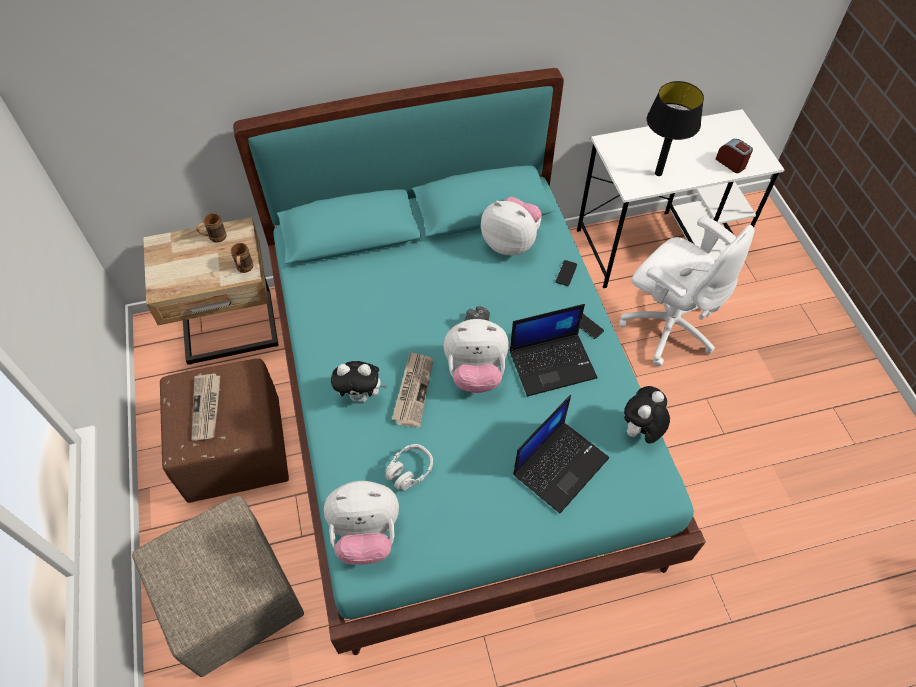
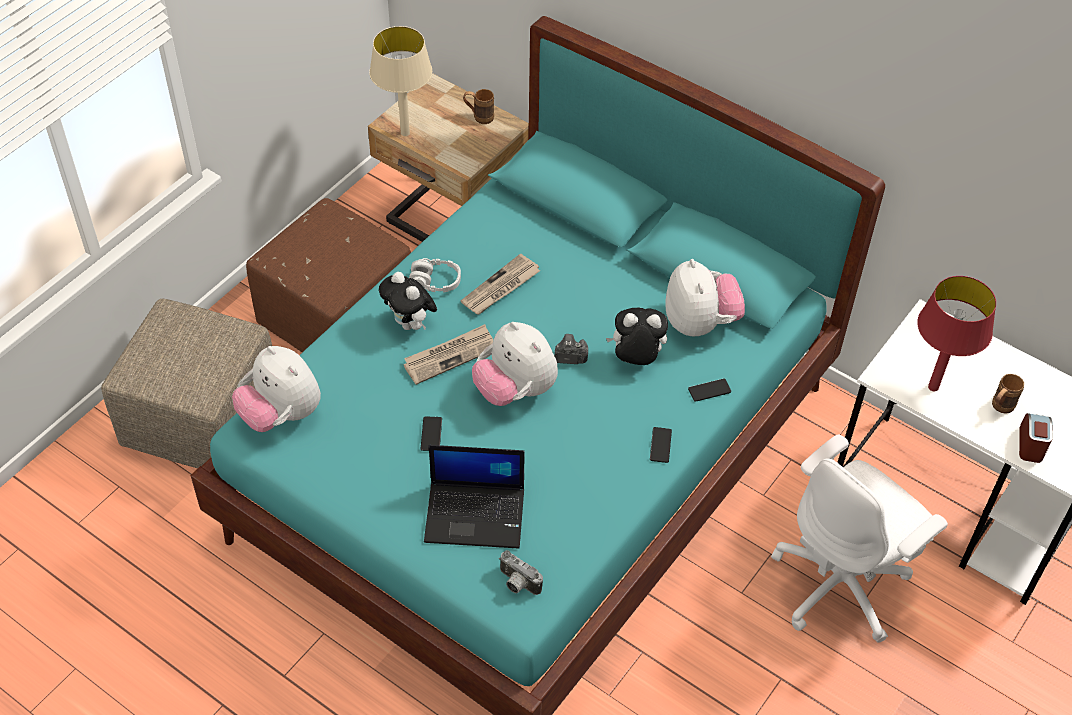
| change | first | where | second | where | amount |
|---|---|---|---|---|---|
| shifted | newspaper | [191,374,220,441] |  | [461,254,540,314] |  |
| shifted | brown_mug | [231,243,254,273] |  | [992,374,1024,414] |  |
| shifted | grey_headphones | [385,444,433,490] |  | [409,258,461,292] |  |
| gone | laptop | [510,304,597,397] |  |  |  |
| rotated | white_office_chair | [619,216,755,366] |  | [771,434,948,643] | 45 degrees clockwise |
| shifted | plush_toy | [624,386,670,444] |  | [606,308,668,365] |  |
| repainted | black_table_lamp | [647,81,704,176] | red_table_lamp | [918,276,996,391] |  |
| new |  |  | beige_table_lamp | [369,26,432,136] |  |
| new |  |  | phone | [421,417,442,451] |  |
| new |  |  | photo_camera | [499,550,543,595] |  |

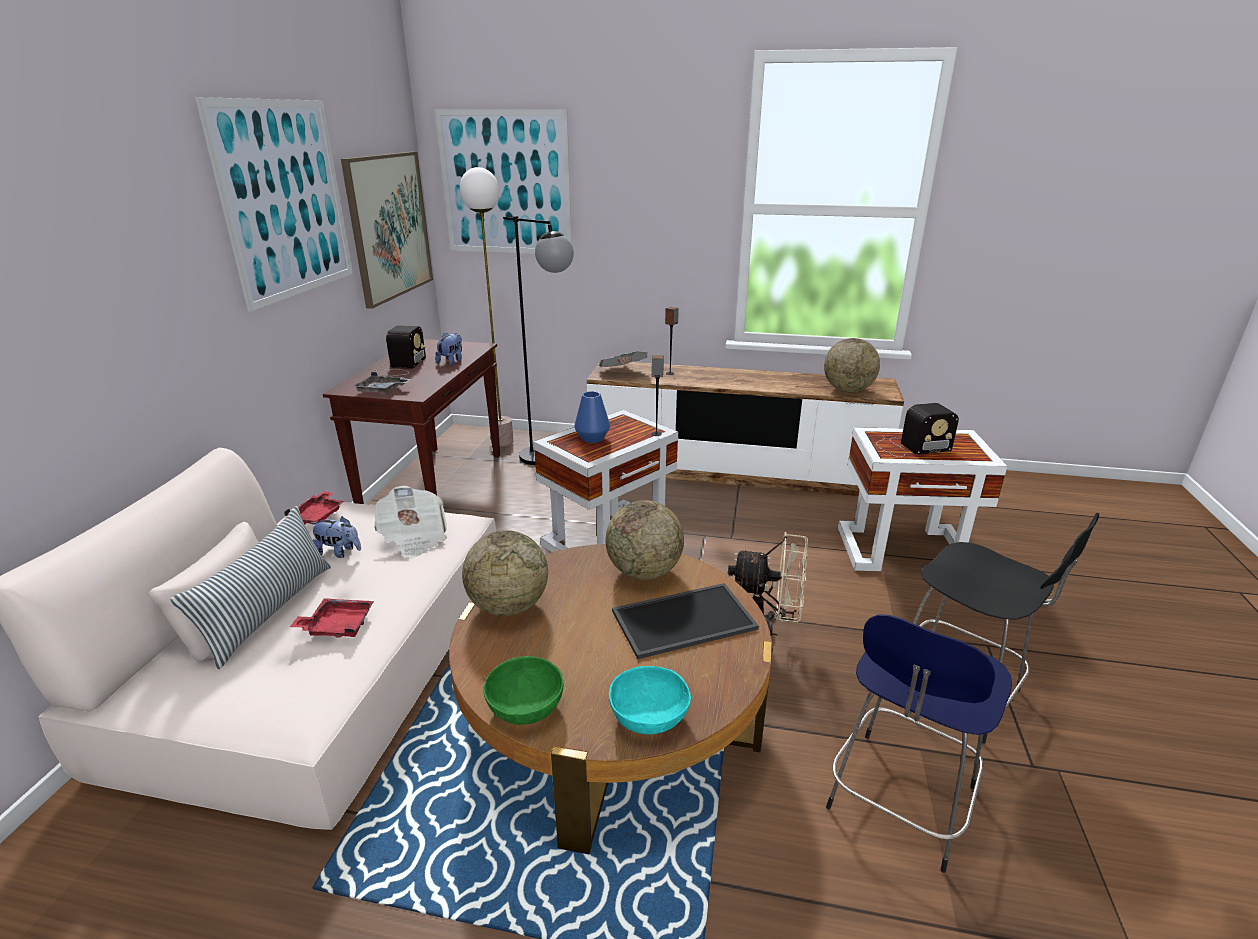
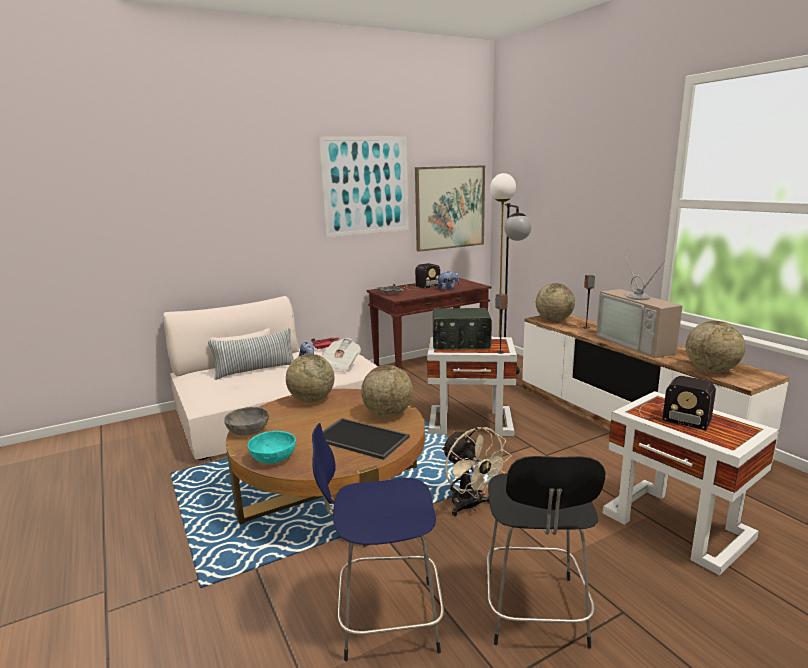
| change | first | where | second | where | amount |
|---|---|---|---|---|---|
| gone | red_tray | [290,598,374,637] |  |  |  |
| gone | picture | [435,109,572,254] |  |  |  |
| repainted | green_bowl | [483,656,564,725] | grey_bowl | [224,407,269,435] |  |
| swapped | blue_vase | [574,391,610,443] | radio | [433,308,492,350] |  |
| swapped | newspaper | [599,352,647,367] | globe | [536,283,575,321] |  |
| new |  |  | television | [596,253,683,358] |  |

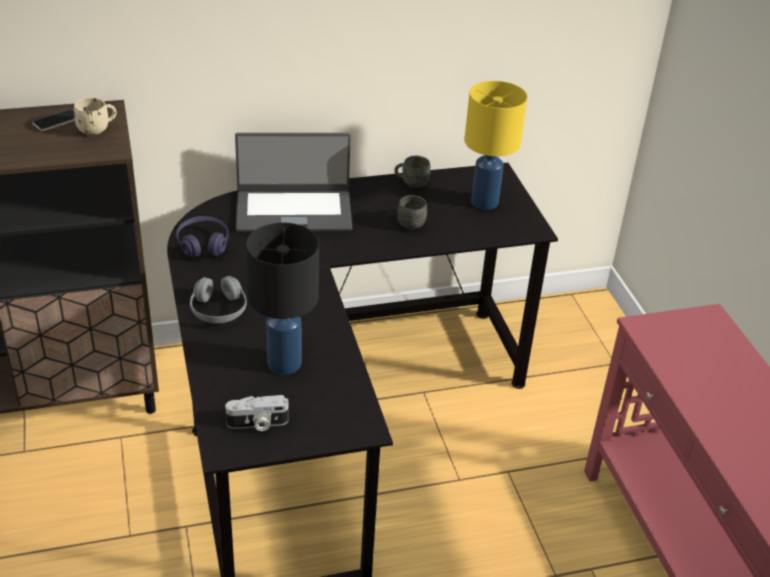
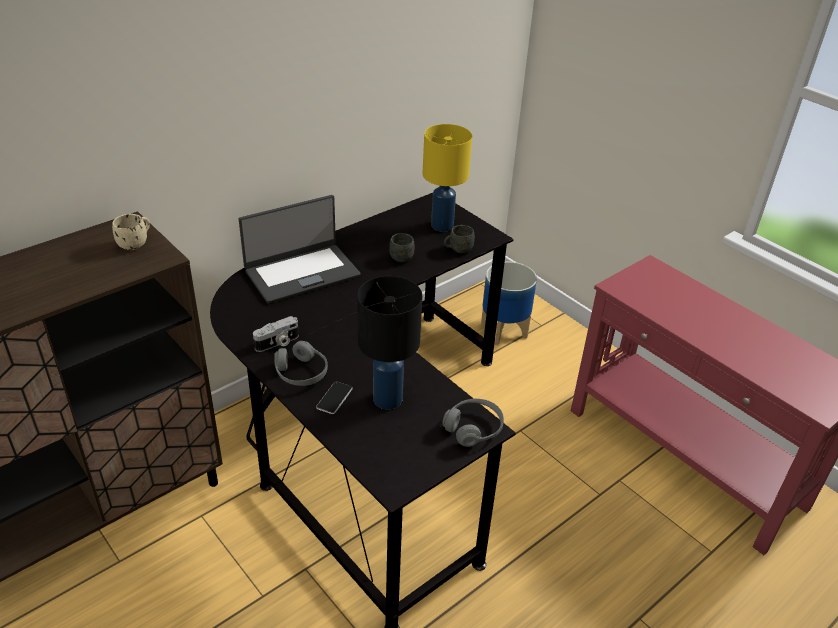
| change | first | where | second | where | amount |
|---|---|---|---|---|---|
| shifted | phone | [32,109,75,131] |  | [316,381,353,414] |  |
| gone | purple_headphones | [176,216,229,258] |  |  |  |
| shifted | photo_camera | [225,395,289,431] |  | [253,316,299,352] |  |
| shifted | grey_mug | [394,156,431,188] |  | [444,225,475,253] |  |
| new |  |  | grey_headphones | [442,399,504,447] |  |
| new |  |  | planter | [481,262,537,346] |  |

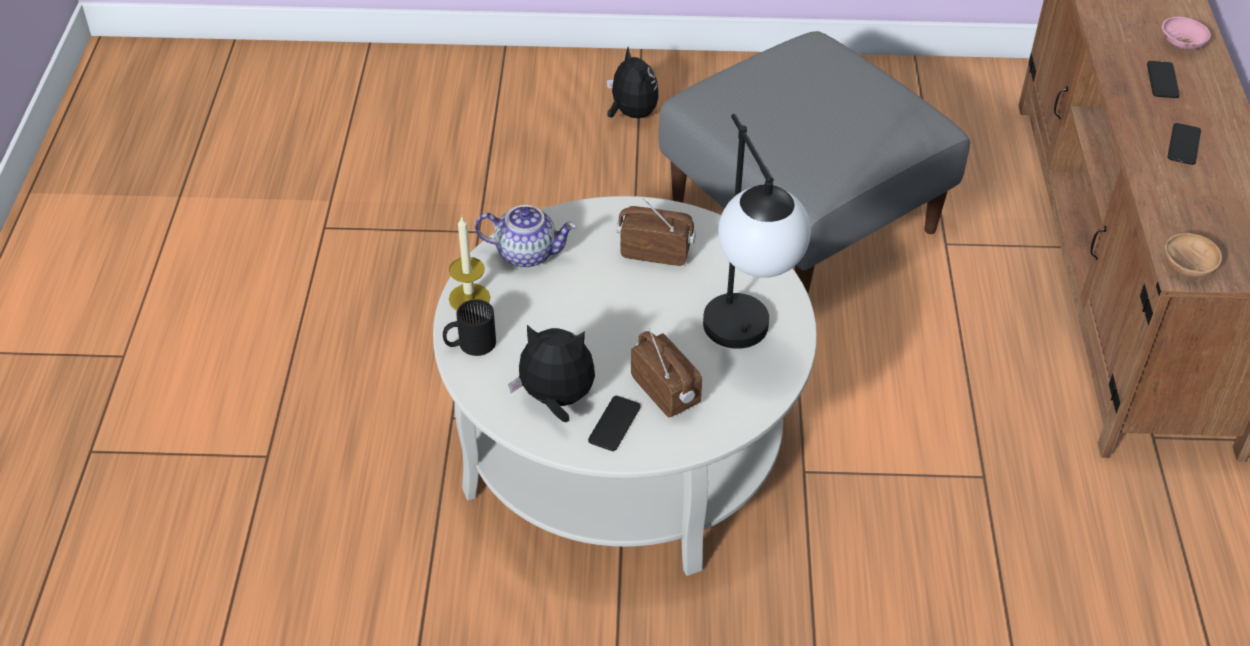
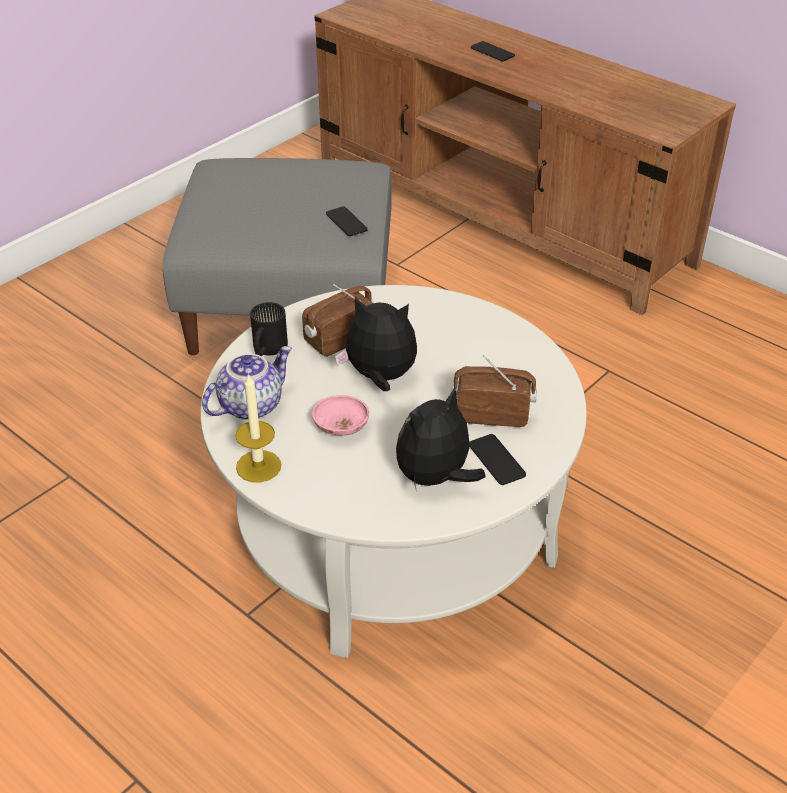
| change | first | where | second | where | amount |
|---|---|---|---|---|---|
| shifted | black_mug | [443,299,496,356] |  | [250,302,288,356] |  |
| shifted | plush_toy | [607,46,659,118] |  | [335,297,417,391] |  |
| gone | table_lamp | [703,114,811,349] |  |  |  |
| shifted | pink_bowl | [1162,17,1211,50] |  | [312,395,369,436] |  |
| gone | brown_bowl | [1164,233,1222,277] |  |  |  |
| shifted | phone | [1168,123,1201,165] |  | [326,206,368,236] |  |

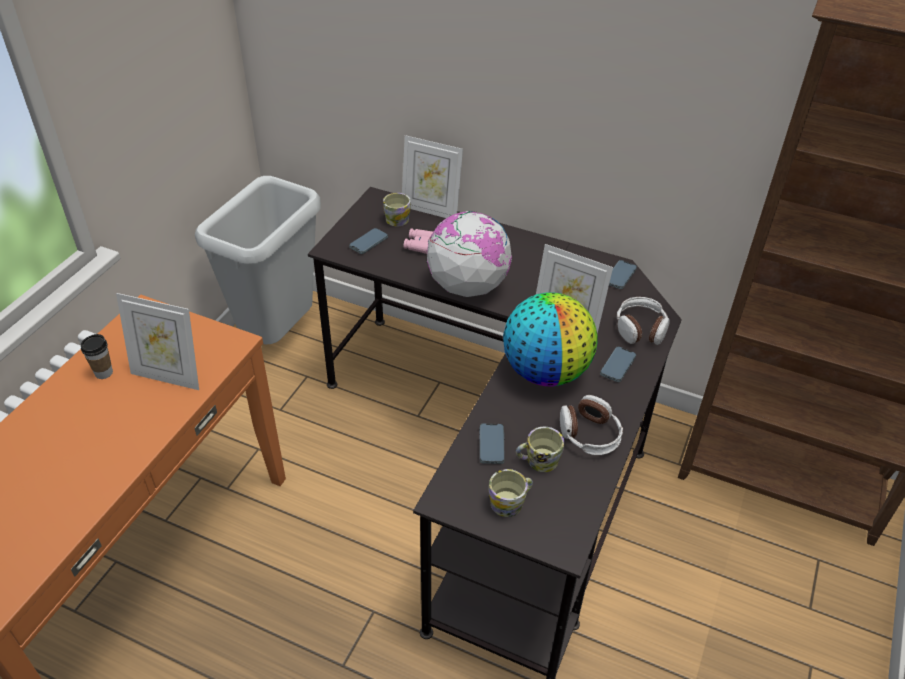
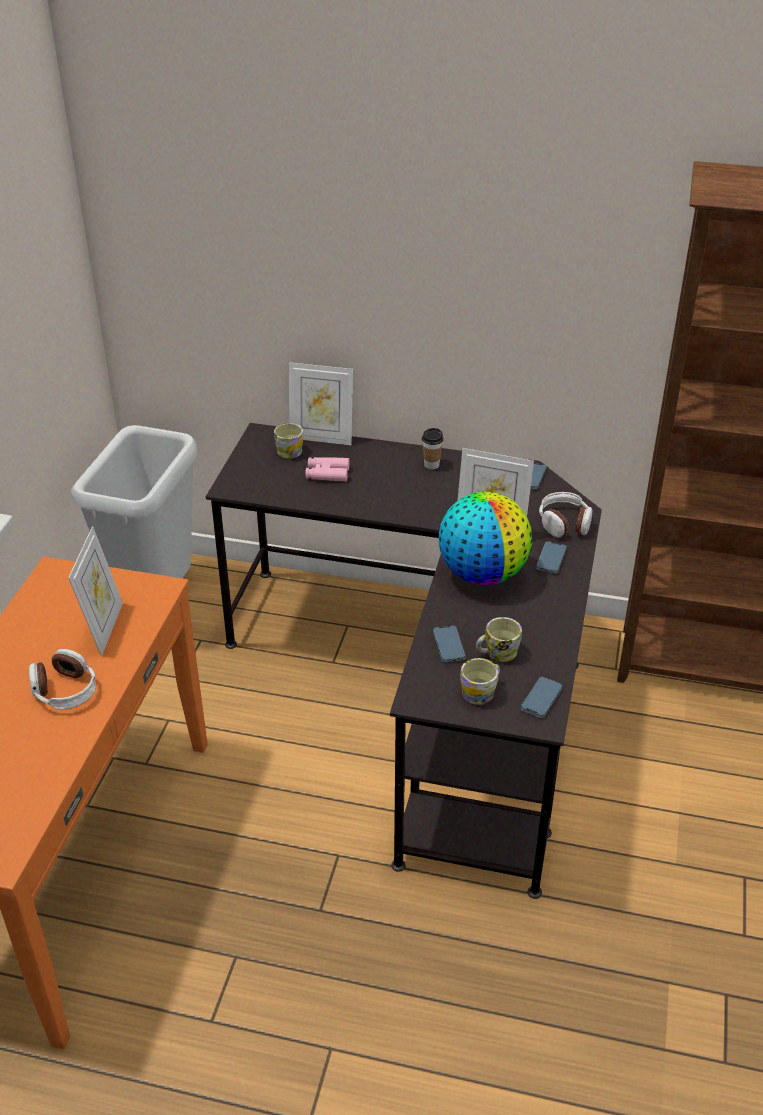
| change | first | where | second | where | amount |
|---|---|---|---|---|---|
| shifted | cup | [81,334,113,379] |  | [422,428,443,469] |  |
| rotated | picture_frame | [116,293,199,390] |  | [68,526,123,656] | 90 degrees counterclockwise |
| shifted | phone | [349,228,388,254] |  | [521,677,563,718] |  |
| gone | globe | [427,211,512,297] |  |  |  |
| shifted | headphones | [560,395,623,455] |  | [29,649,96,710] |  |

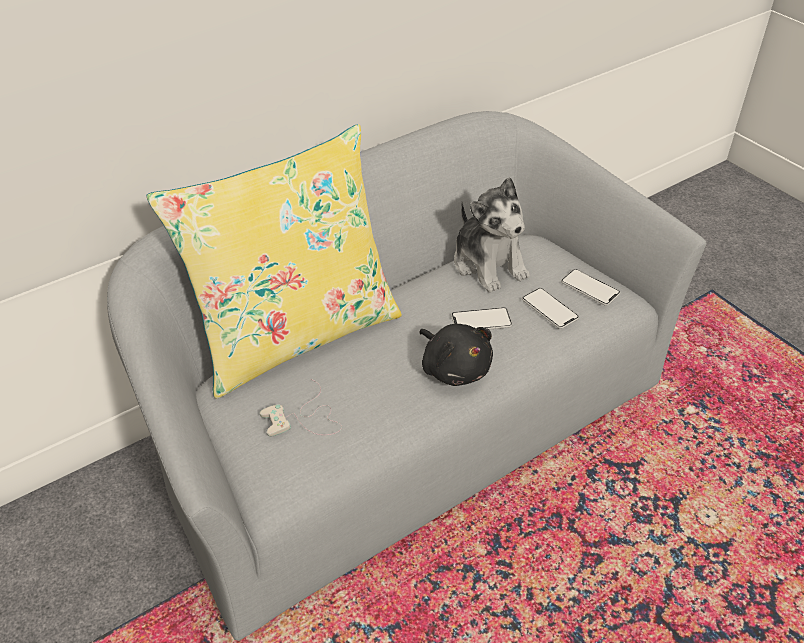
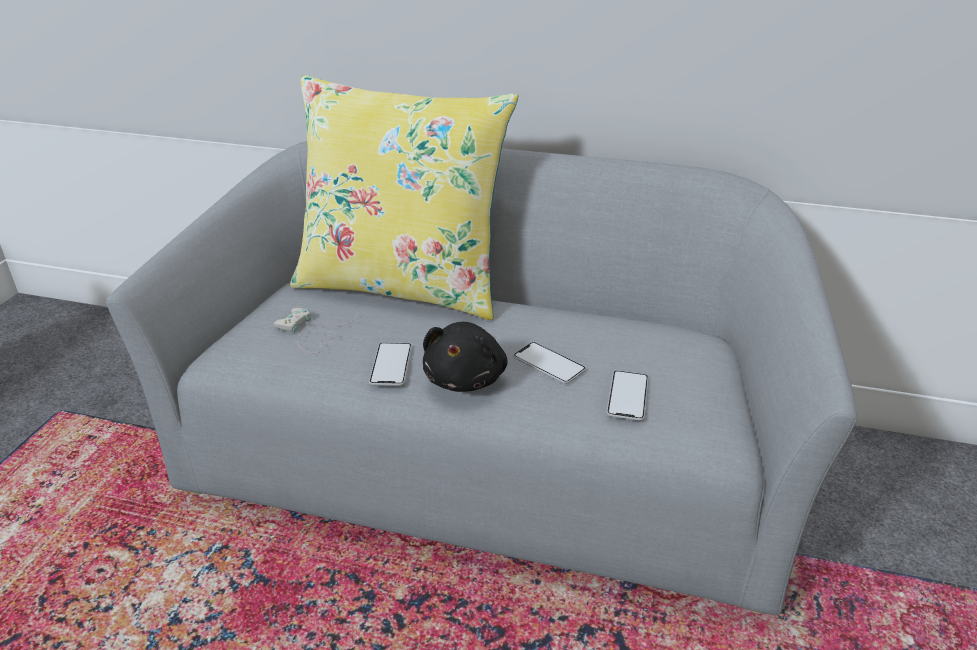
| change | first | where | second | where | amount |
|---|---|---|---|---|---|
| gone | plush_toy | [454,177,530,293] |  |  |  |
| shifted | phone | [561,269,620,306] |  | [369,343,412,386] |  |

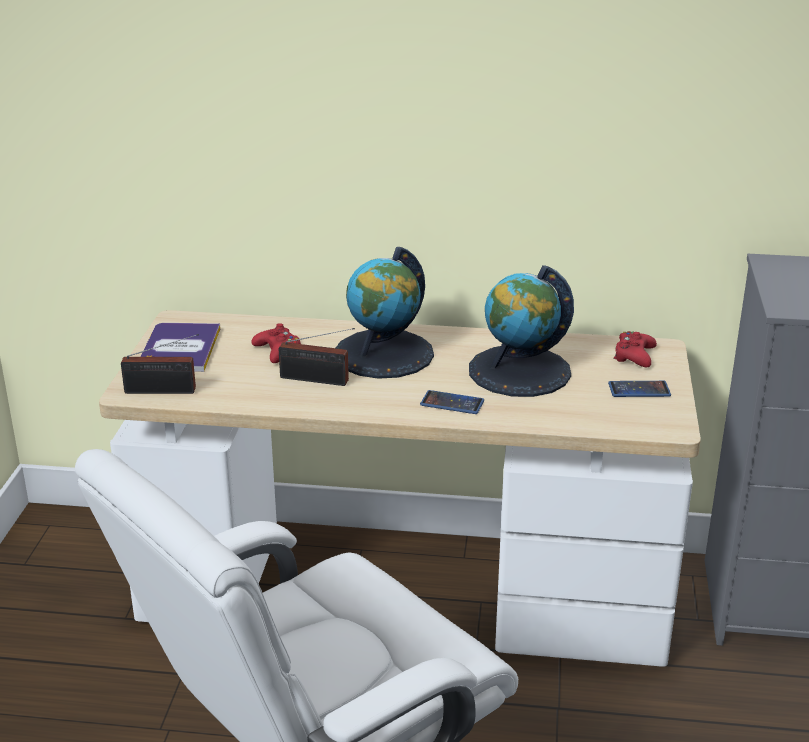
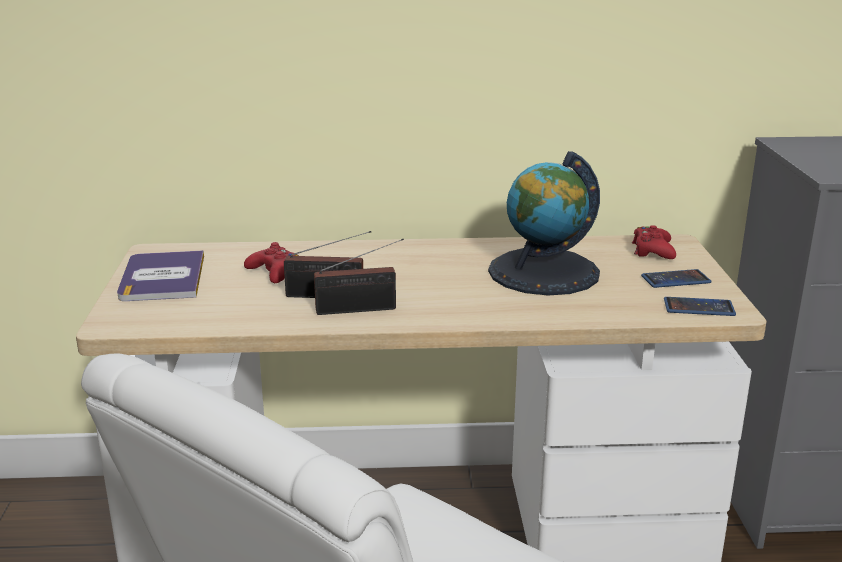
| change | first | where | second | where | amount |
|---|---|---|---|---|---|
| shifted | radio | [121,334,199,394] |  | [314,239,404,315] |  |
| gone | globe | [336,247,434,379] |  |  |  |
| shifted | phone | [420,390,484,414] |  | [664,297,736,316] |  |

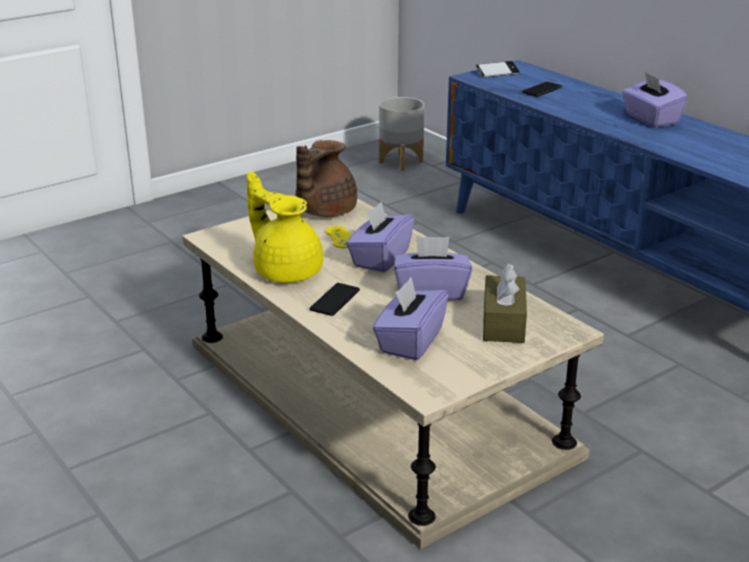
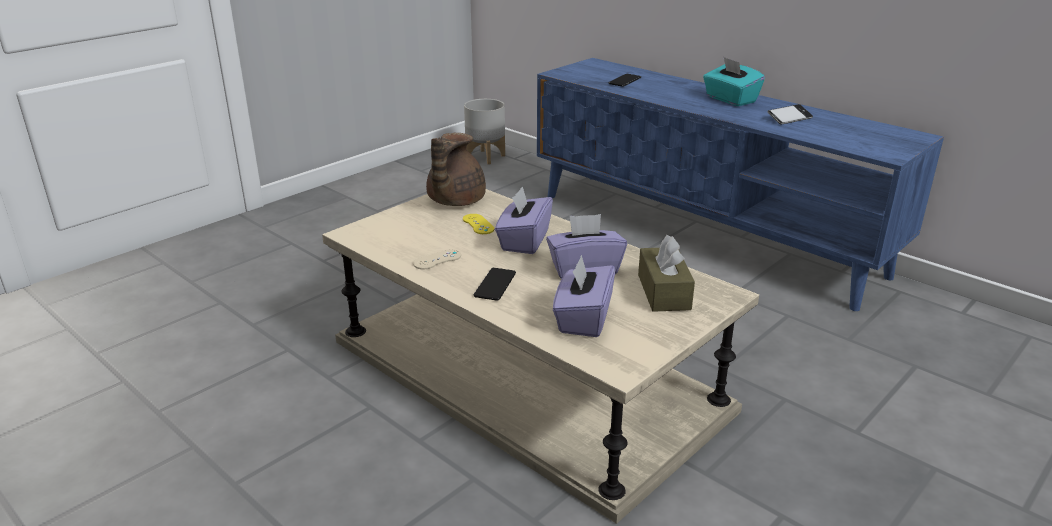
| change | first | where | second | where | amount |
|---|---|---|---|---|---|
| swapped | yellow_teapot | [247,171,323,283] | beige_game_controller | [413,249,461,269] |  |
| shifted | phone | [476,61,520,78] |  | [767,104,813,125] |  |
| repainted | purple_tissue_box | [622,71,688,128] | turquoise_tissue_box | [703,57,765,106] |  |

